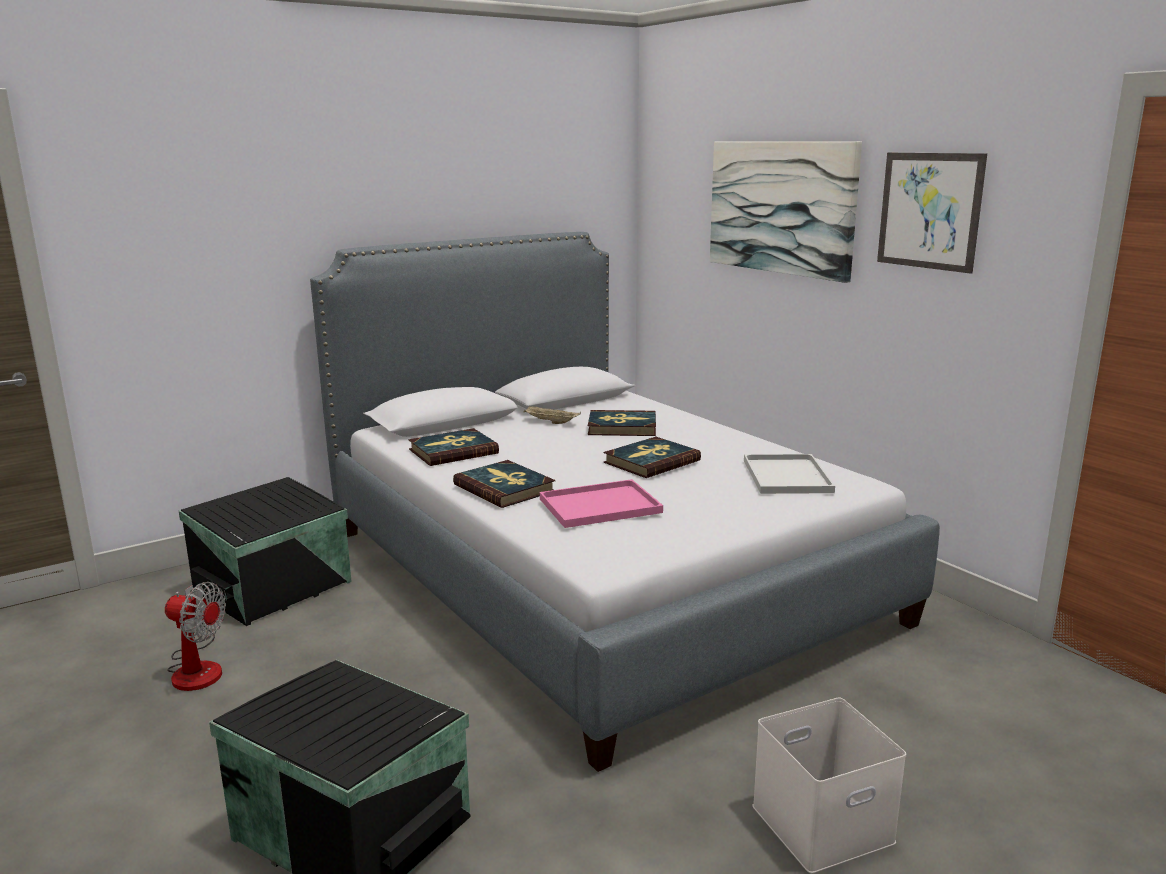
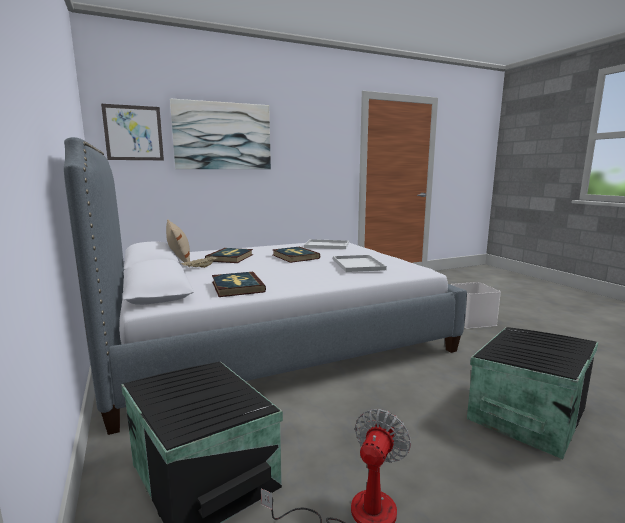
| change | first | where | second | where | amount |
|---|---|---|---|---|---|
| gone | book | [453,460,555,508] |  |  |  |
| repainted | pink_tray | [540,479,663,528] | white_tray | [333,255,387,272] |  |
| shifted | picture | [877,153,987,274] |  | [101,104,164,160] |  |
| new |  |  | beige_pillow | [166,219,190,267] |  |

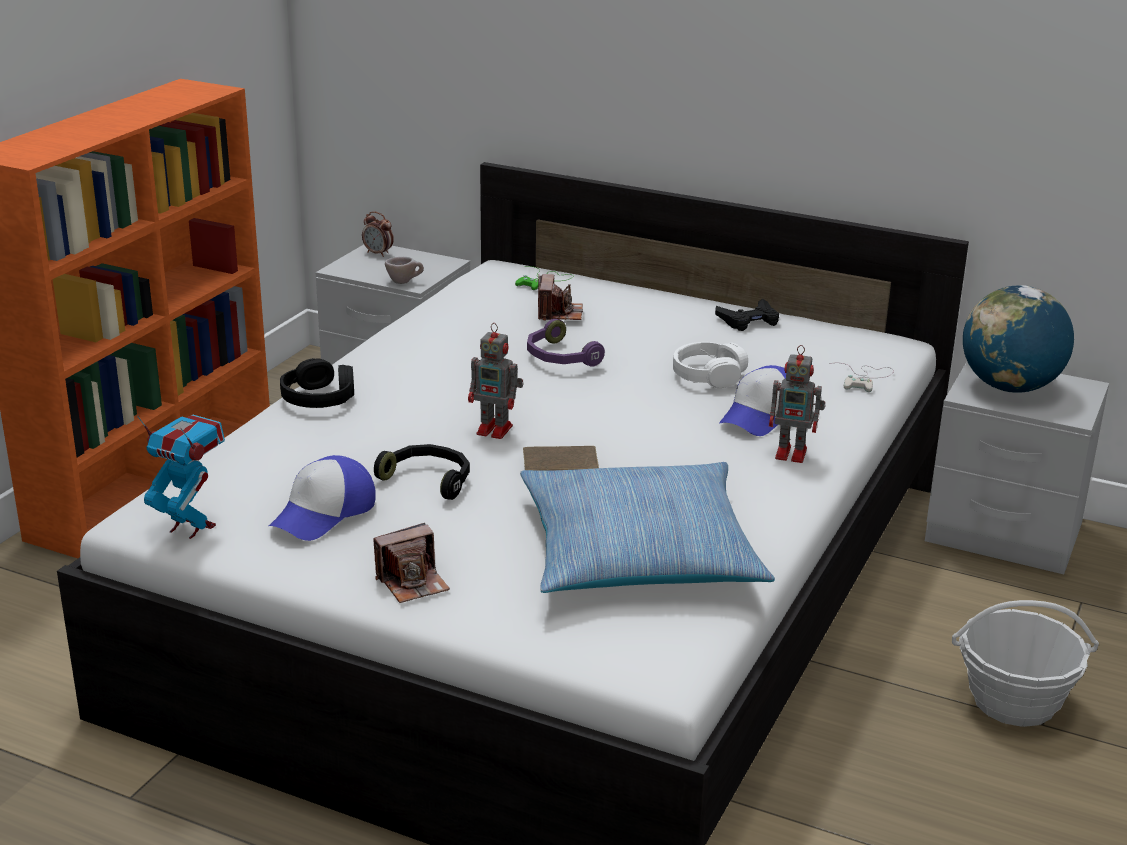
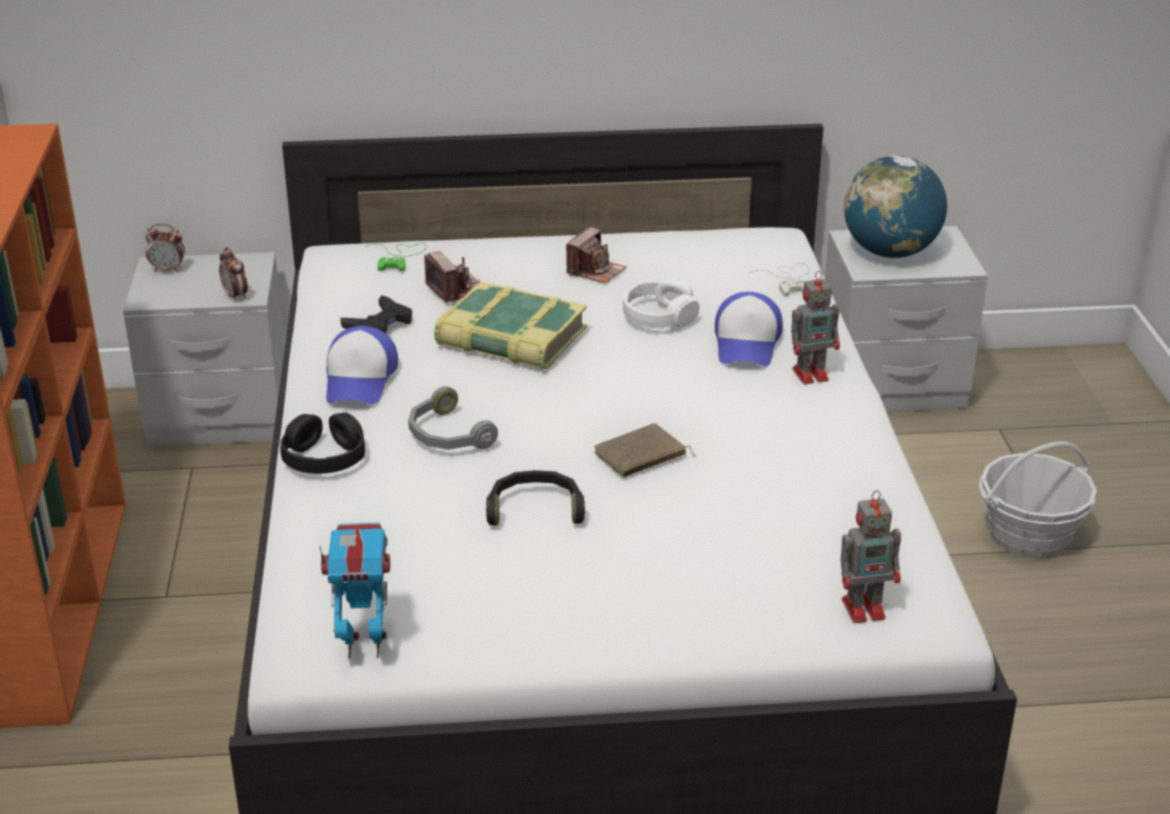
| change | first | where | second | where | amount |
|---|---|---|---|---|---|
| shifted | cap | [269,455,376,541] |  | [326,326,398,404] |  |
| shifted | photo_camera | [373,523,450,603] |  | [566,227,626,284] |  |
| swapped | beige_cup | [385,257,424,284] | alarm_clock | [219,247,248,302] |  |
| shifted | toy_robot | [468,323,523,439] |  | [841,490,901,623] |  |
| gone | pillow | [520,462,775,593] |  |  |  |
| swapped | purple_headphones | [527,319,605,367] | book | [434,282,587,369] |  |
| shifted | black_game_controller | [715,299,779,331] |  | [340,295,412,333] |  |
| new |  |  | grey_headphones | [408,386,498,450] |  |

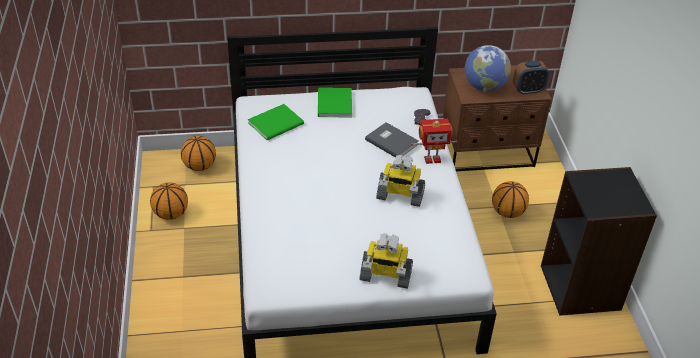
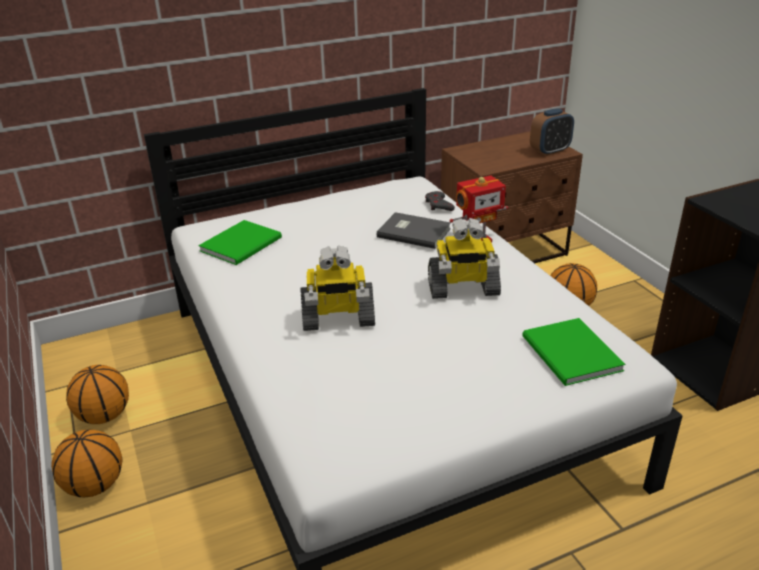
| change | first | where | second | where | amount |
|---|---|---|---|---|---|
| shifted | basketball | [181,136,216,171] |  | [51,429,122,498] |  |
| shifted | green_book | [318,88,352,118] |  | [522,318,625,386] |  |
| shifted | toy_robot | [360,234,413,289] |  | [301,246,375,331] |  |
| gone | globe | [465,45,511,91] |  |  |  |

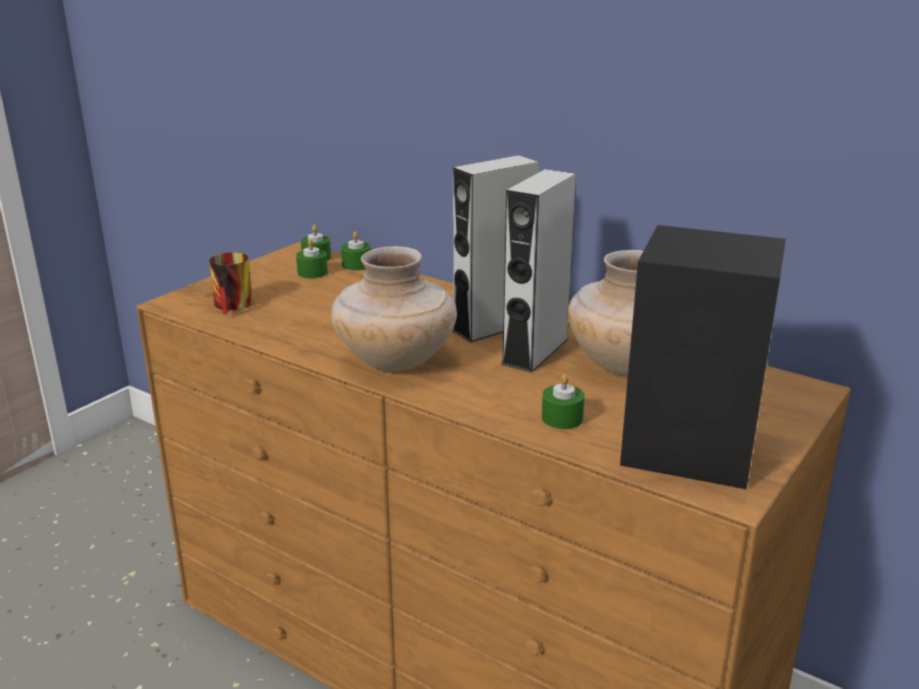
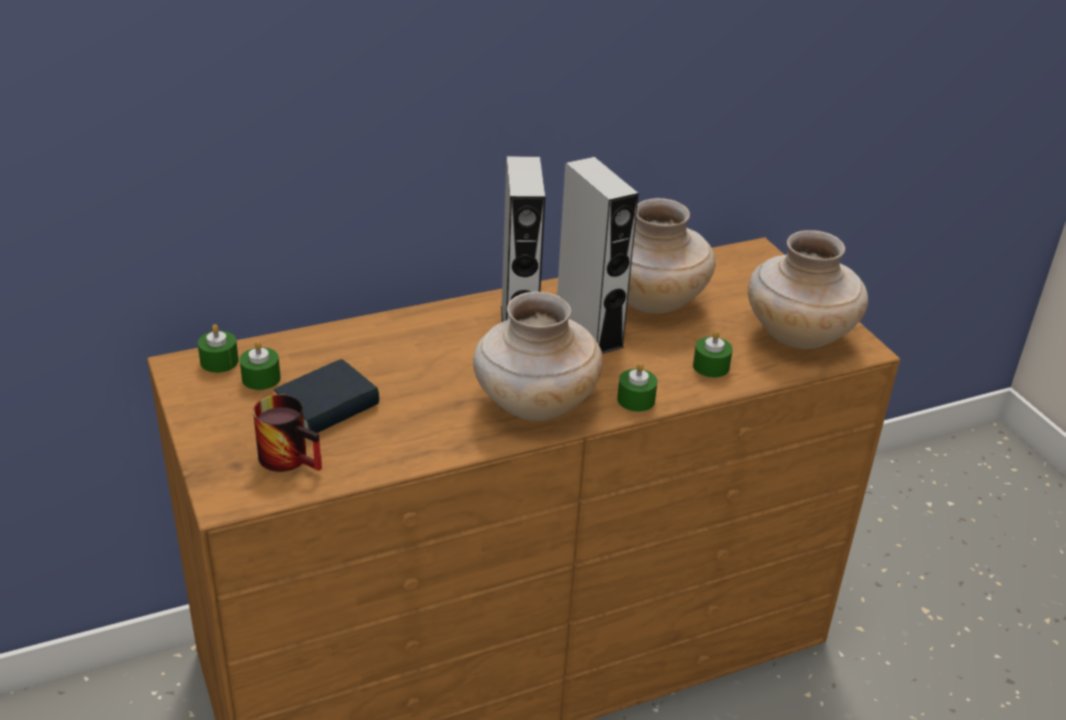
| change | first | where | second | where | amount |
|---|---|---|---|---|---|
| shifted | green_candle | [341,231,371,270] |  | [617,363,658,412] |  |
| swapped | black_speaker | [620,225,786,489] | beige_vase | [748,230,868,349] |  |
| new |  |  | book | [274,359,379,433] |  |

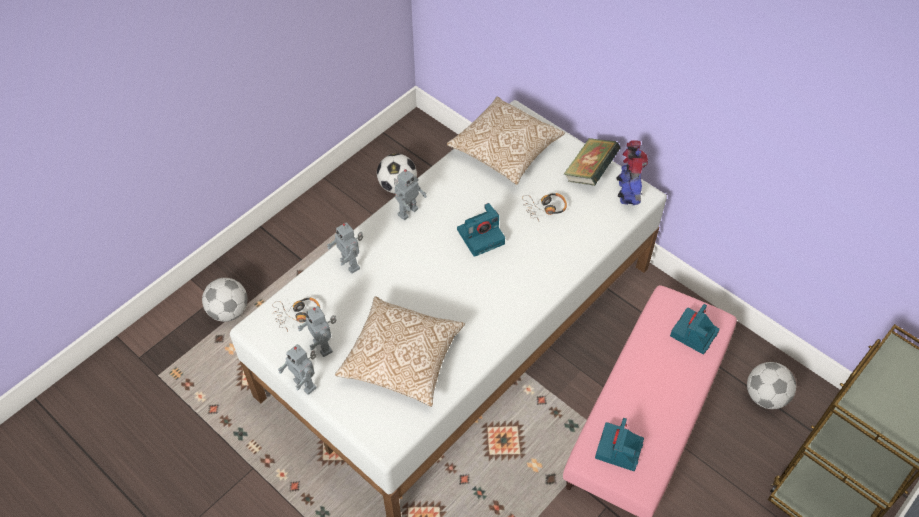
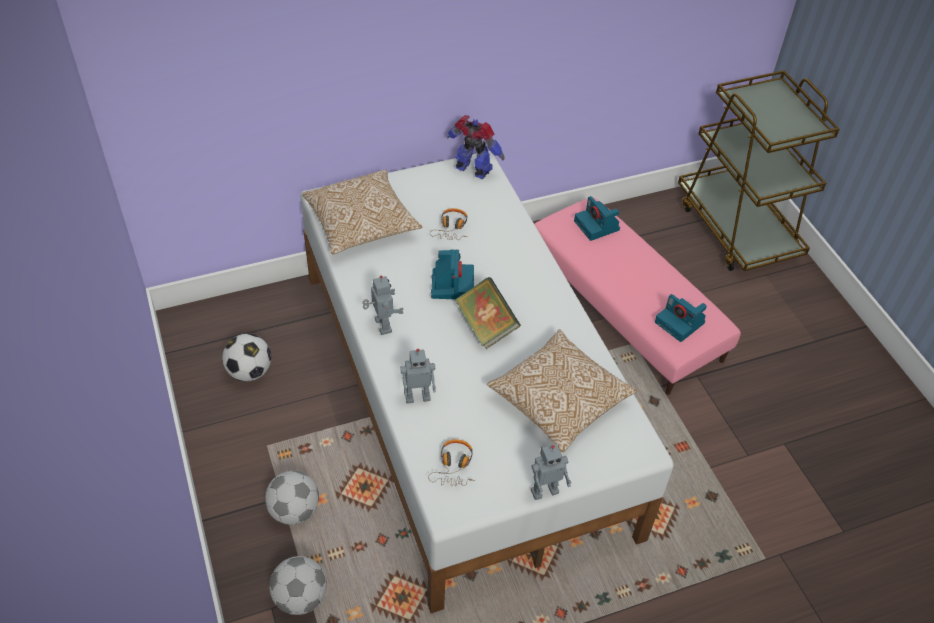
| change | first | where | second | where | amount |
|---|---|---|---|---|---|
| gone | toy_robot | [298,306,336,357] |  |  |  |
| shifted | book | [564,138,621,186] |  | [455,277,521,349] |  |
| shifted | football | [747,362,796,409] |  | [265,471,319,525] |  |

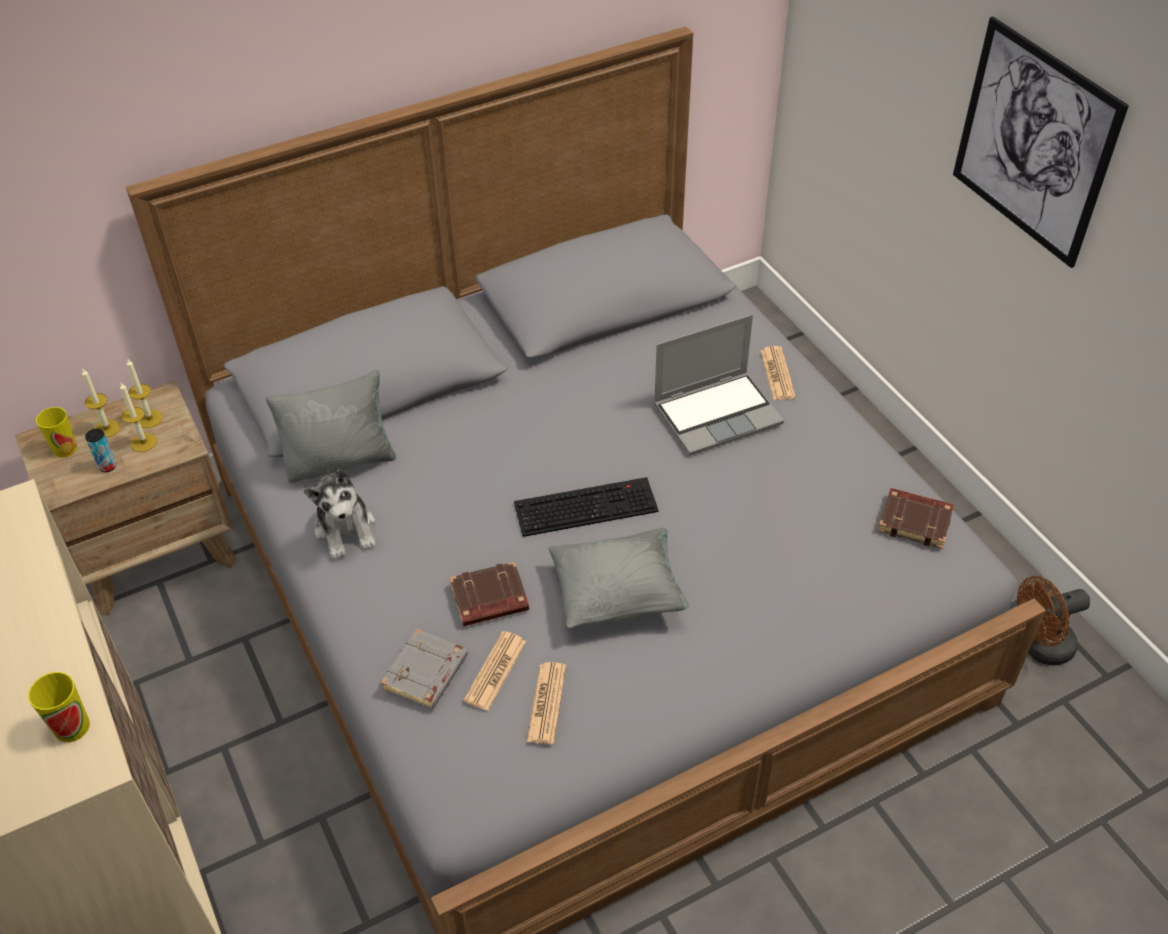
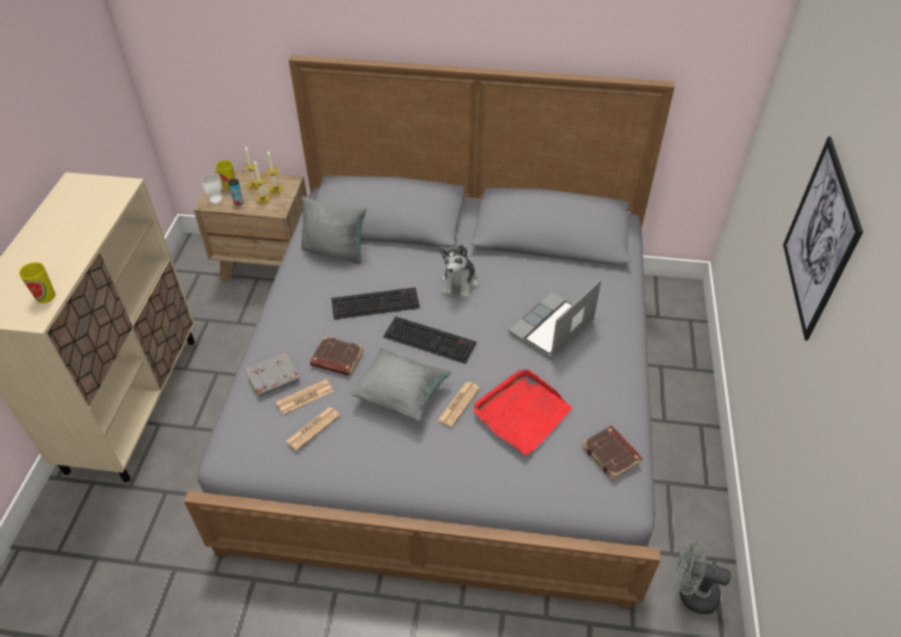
| change | first | where | second | where | amount |
|---|---|---|---|---|---|
| shifted | plush_toy | [304,469,376,560] |  | [439,244,478,299] |  |
| rotated | laptop | [654,314,784,456] |  | [509,279,601,359] | 120 degrees clockwise |
| shifted | newspaper | [760,346,796,400] |  | [438,382,480,427] |  |
| repainted | brown_fan | [1017,576,1090,666] | grey_fan | [676,540,731,614] |  |
| new |  |  | cup | [202,174,223,204] |  |
| new |  |  | keyboard | [331,287,420,319] |  |
| new |  |  | red_tray | [474,369,572,456] |  |

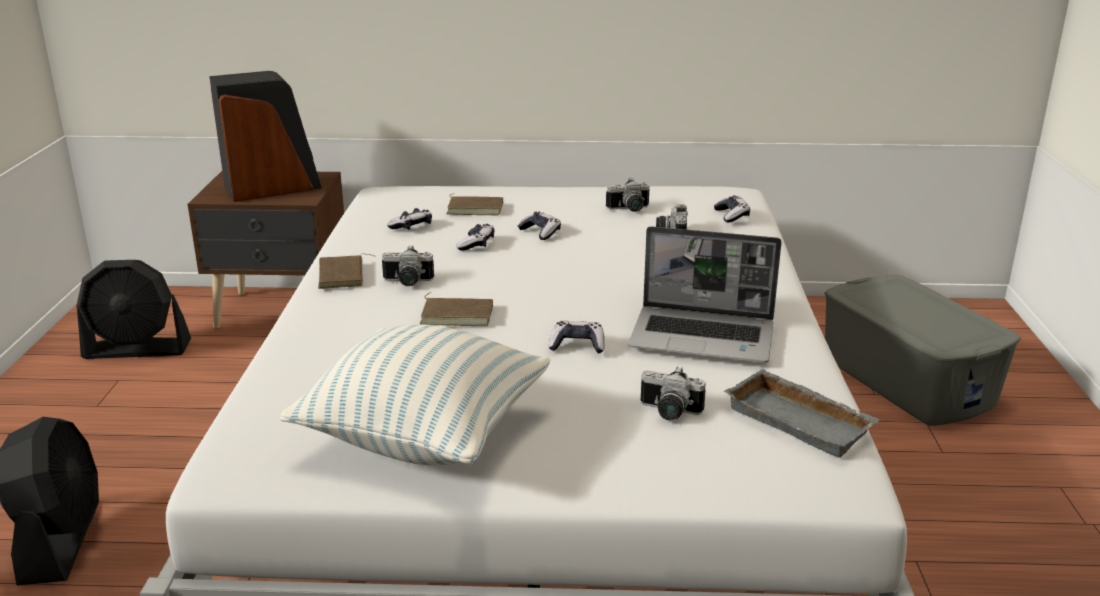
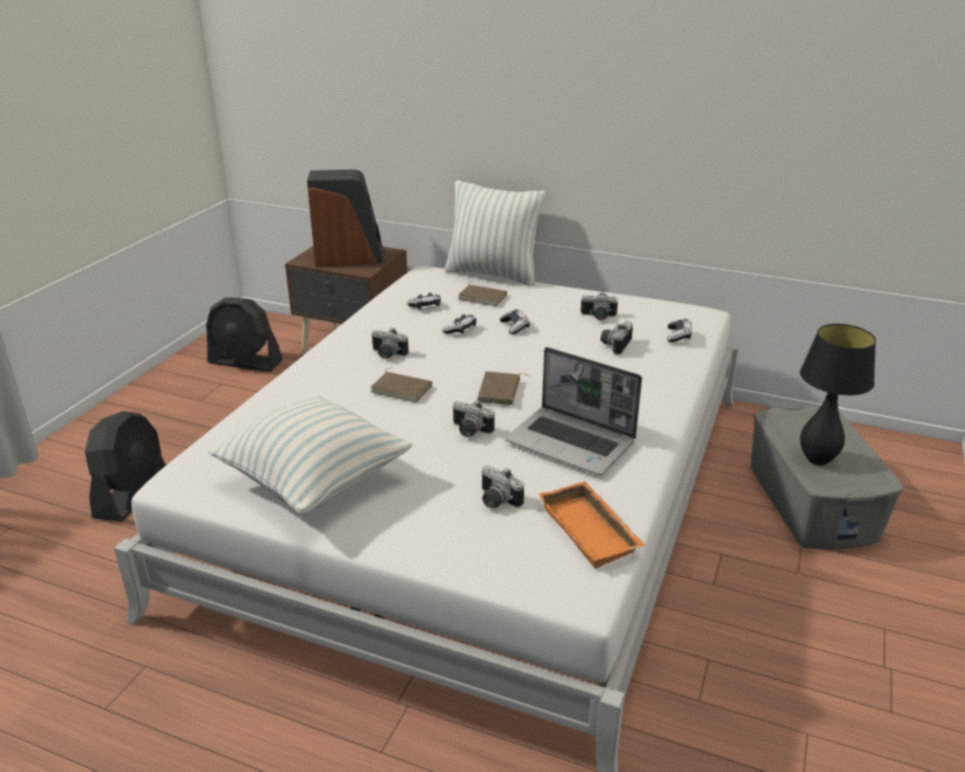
| change | first | where | second | where | amount |
|---|---|---|---|---|---|
| shifted | brown_book | [318,254,374,289] |  | [477,371,531,405] |  |
| swapped | game_controller | [549,321,605,353] | photo_camera | [452,400,495,437] |  |
| repainted | grey_tray | [724,369,880,458] | orange_tray | [538,481,645,568] |  |
| new |  |  | pillow | [445,180,546,286] |  |
| new |  |  | black_table_lamp | [800,324,876,465] |  |

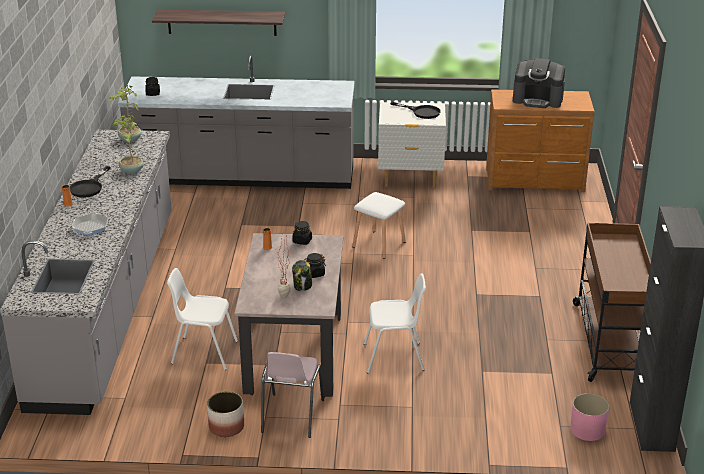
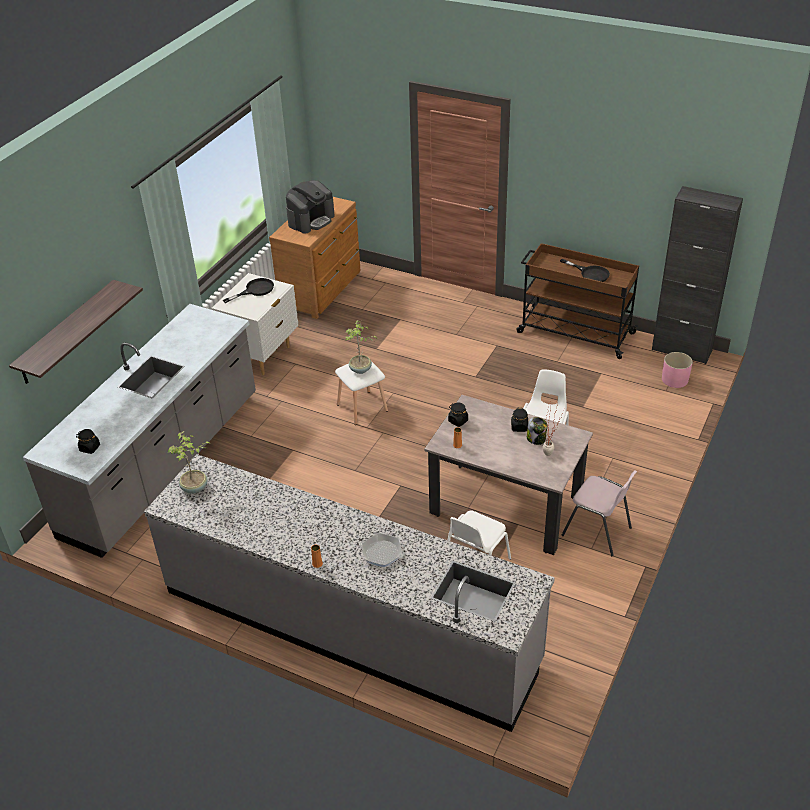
| change | first | where | second | where | amount |
|---|---|---|---|---|---|
| shifted | black_frying_pan | [70,166,111,198] |  | [560,259,610,282] |  |
| shifted | potted_plant | [113,115,144,174] |  | [345,320,377,374] |  |
| gone | planter | [207,391,244,437] |  |  |  |

